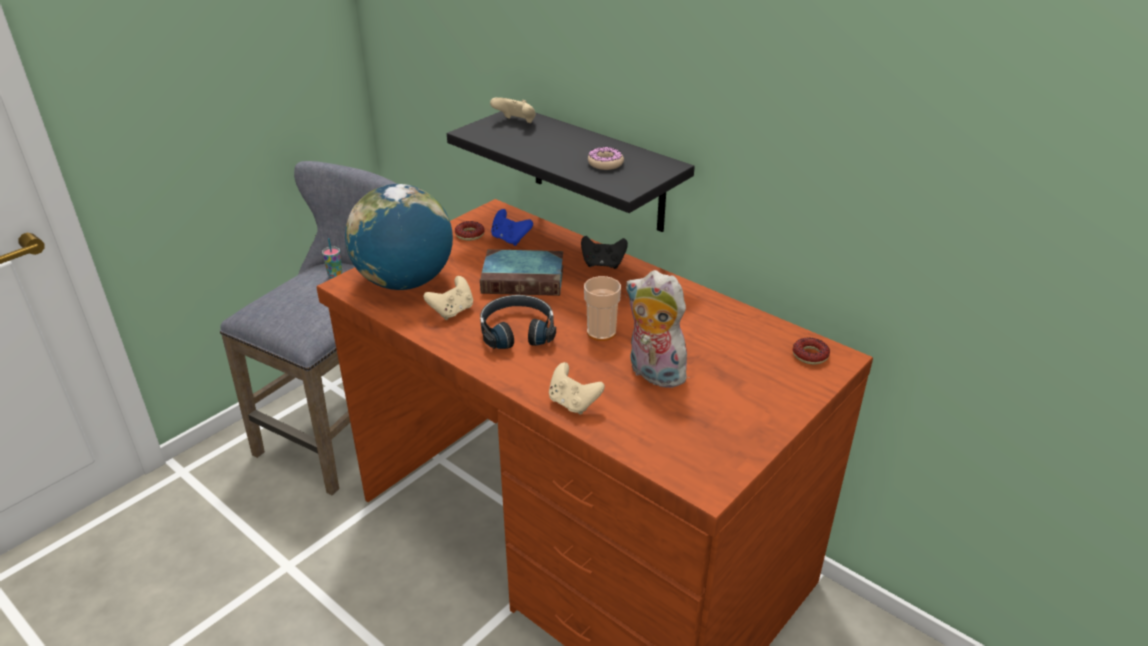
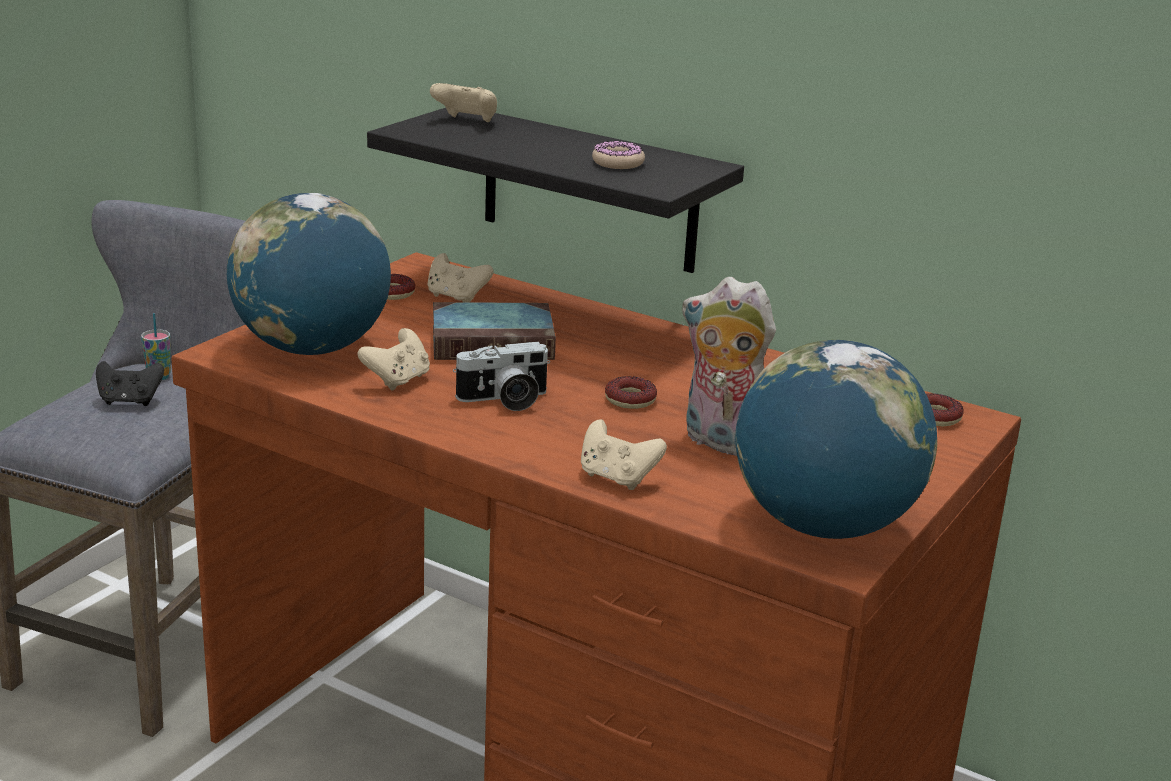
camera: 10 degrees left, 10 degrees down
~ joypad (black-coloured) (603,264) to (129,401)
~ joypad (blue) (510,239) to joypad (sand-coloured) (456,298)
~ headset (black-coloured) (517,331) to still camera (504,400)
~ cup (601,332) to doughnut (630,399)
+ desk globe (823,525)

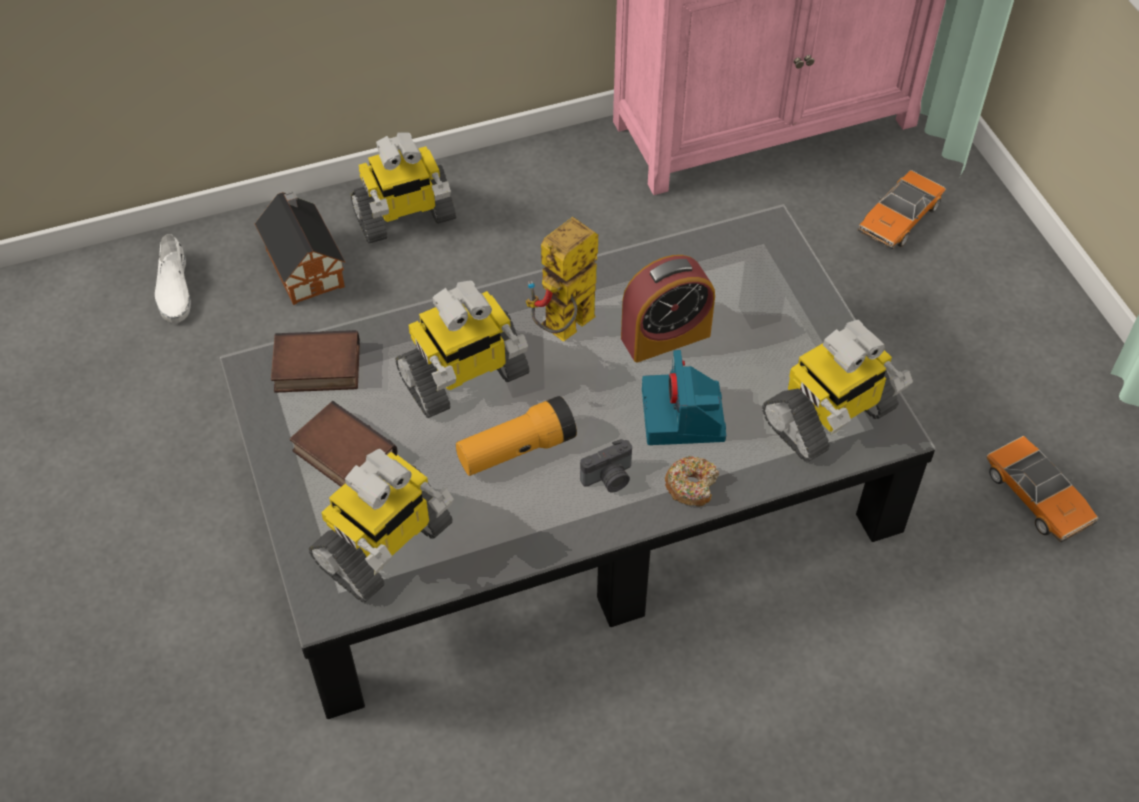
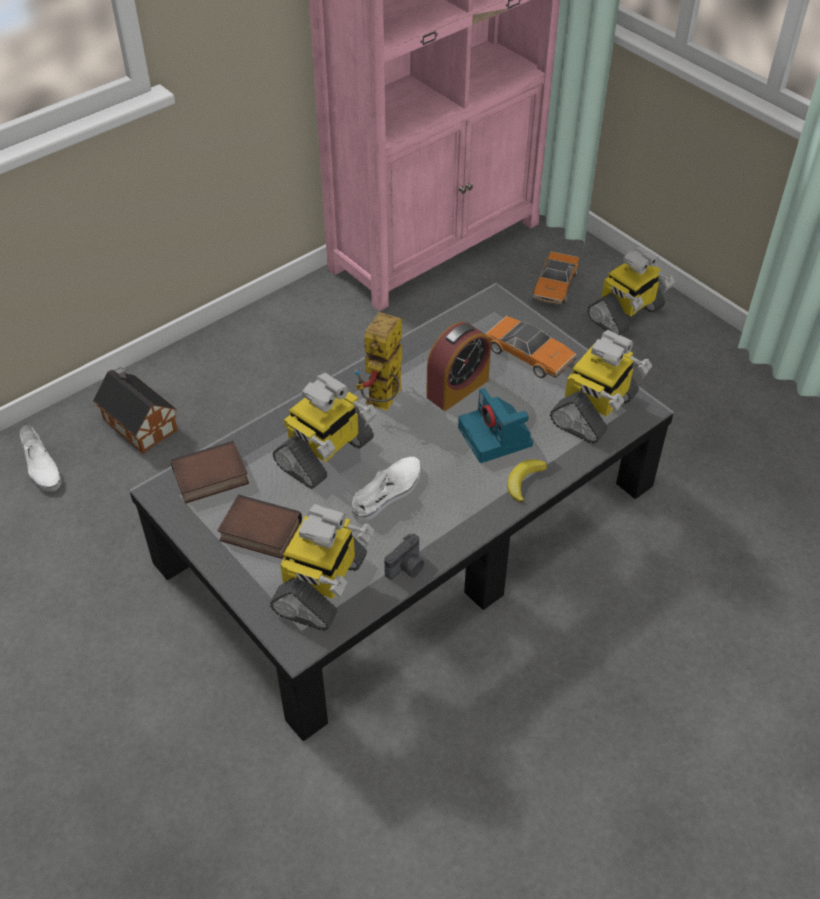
camera: 20 degrees left, 5 degrees down
~ torch (516,450) to item of footwear (white) (388,493)
~ still camera (609,478) to (406,568)
~ toy car (1037,497) to (529,355)
~ doughnut (691,485) to banana (524,481)
~ robot figure (404,217) to (626,314)

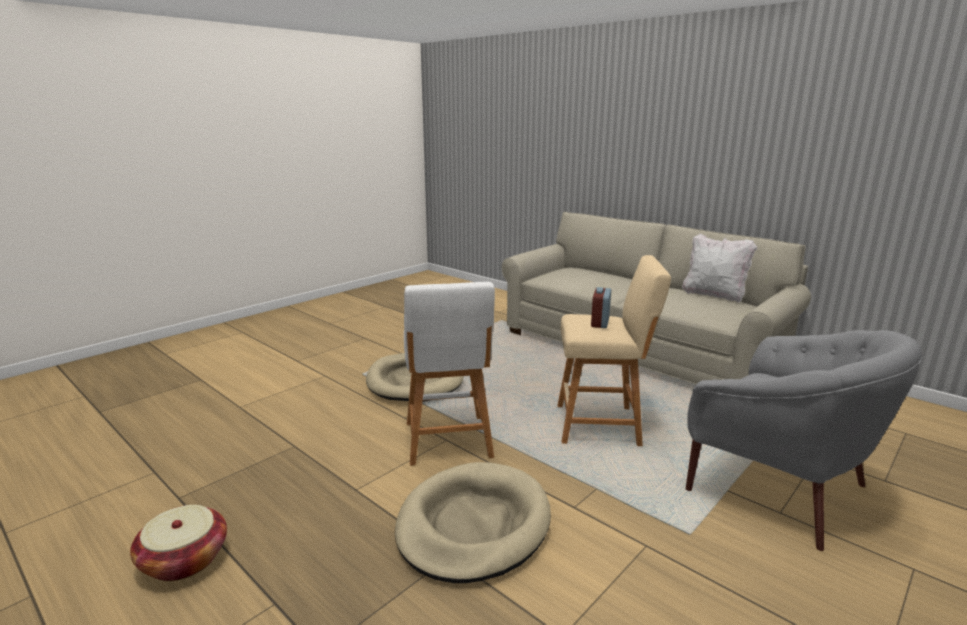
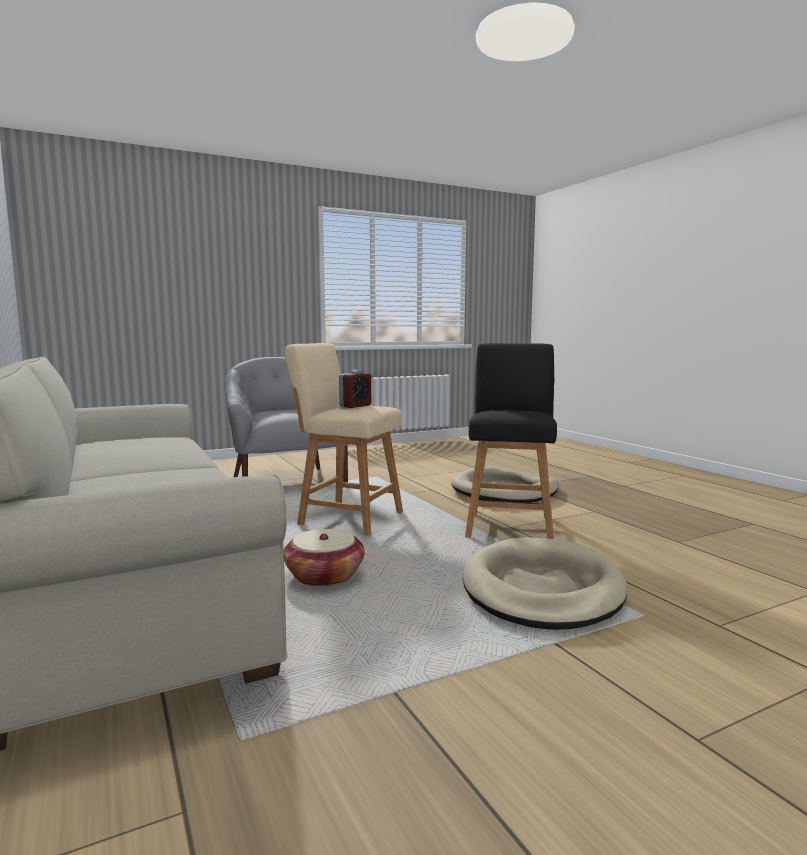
camera: 160 degrees left, 10 degrees down
~ basket (184,560) to (324,576)
~ stool (white) (448,442) to stool (black-coloured) (509,525)
- pillow (white) (714,295)

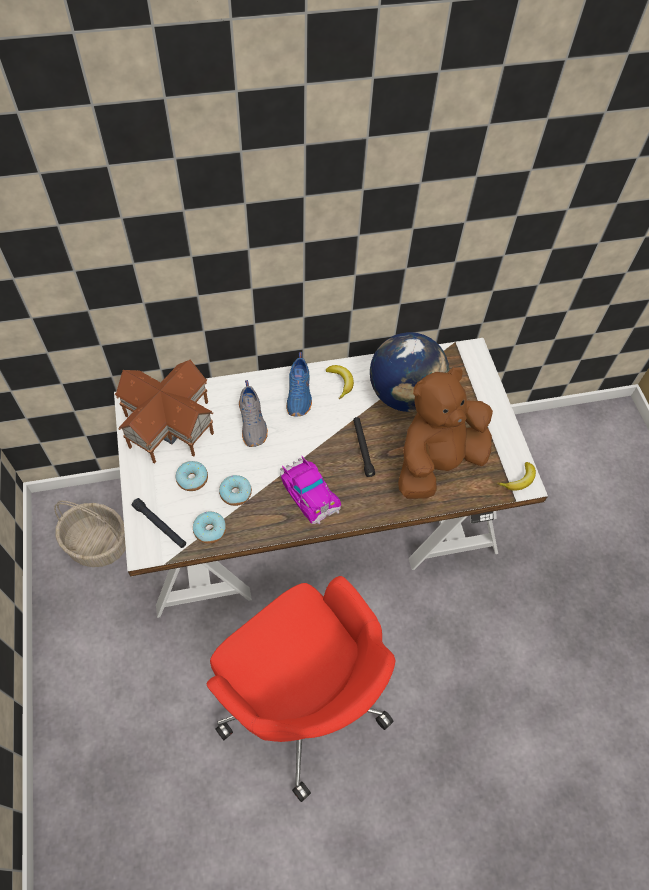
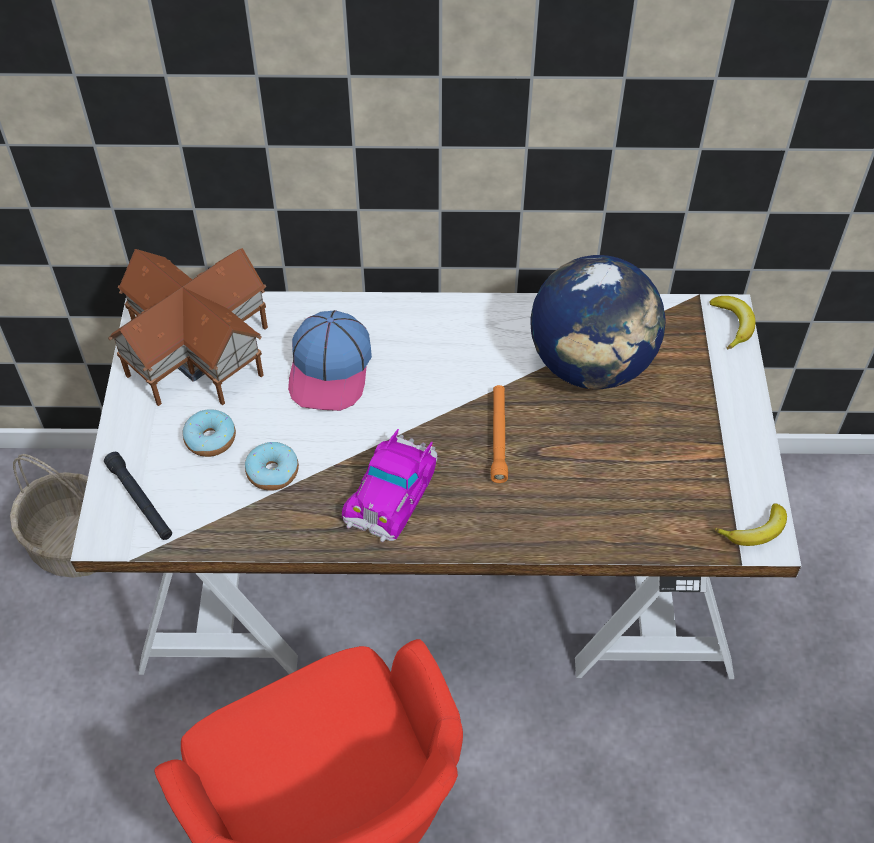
camera: 15 degrees right, 5 degrees down
~ item of footwear (greyish) (253,423) to cap (330,369)
~ toy car (309,492) = (392,490) 45 degrees clockwise
~ torch (black-coloured) (362,448) to torch (orangey) (498,437)
~ banana (340,382) to (732,324)
- doughnut (210,530)
- item of footwear (blue) (300,394)
- soft toy (brown-coloured) (436,462)

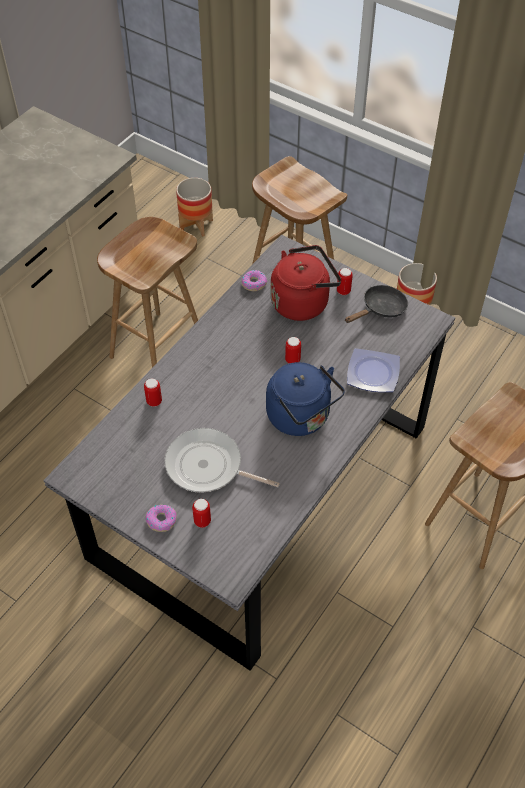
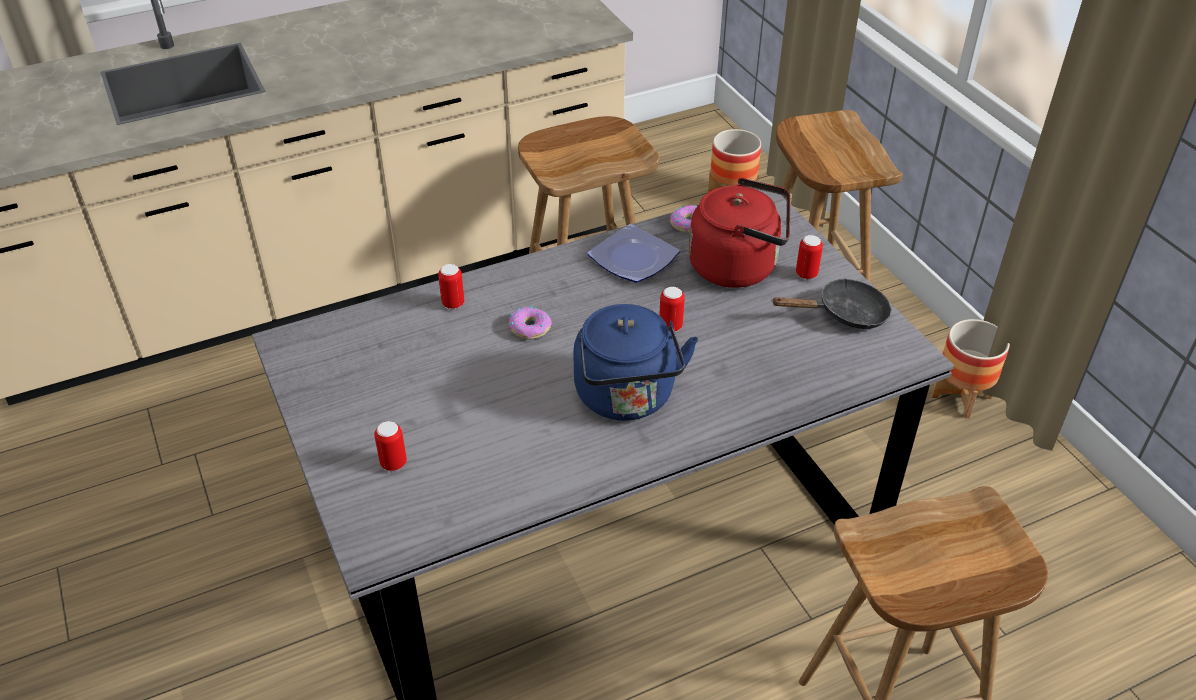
camera: 30 degrees right, 10 degrees down
~ doughnut (161,520) to (530,328)
~ dinner plate (374,373) to (635,259)
- pan (208,467)

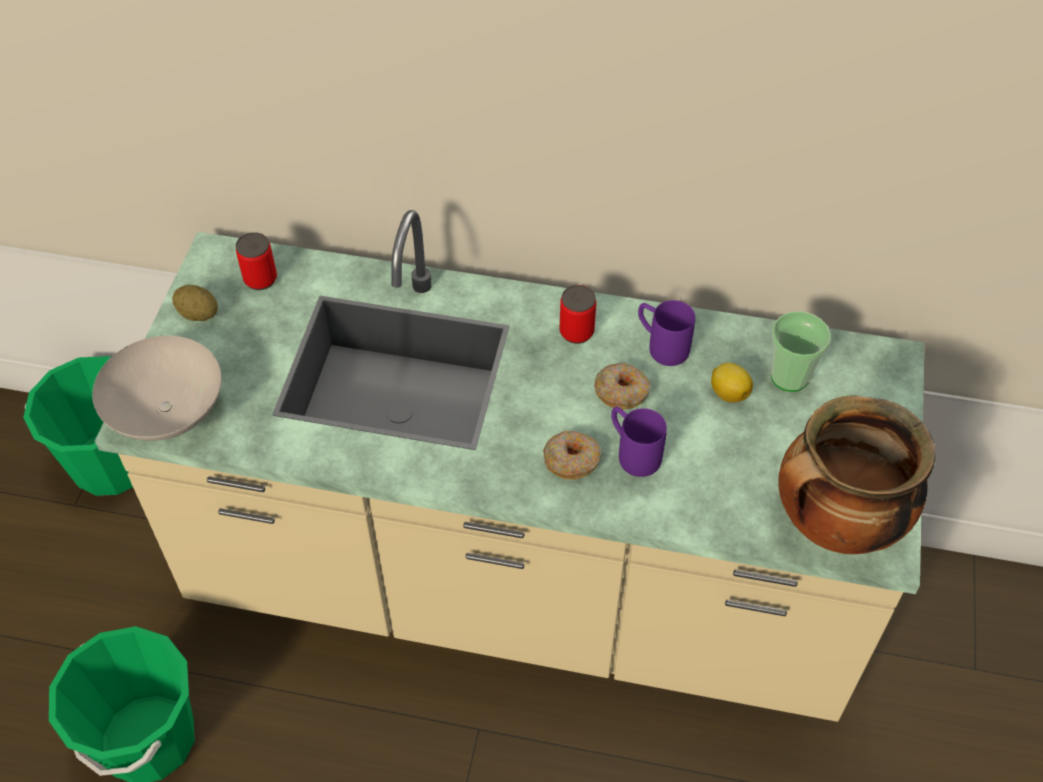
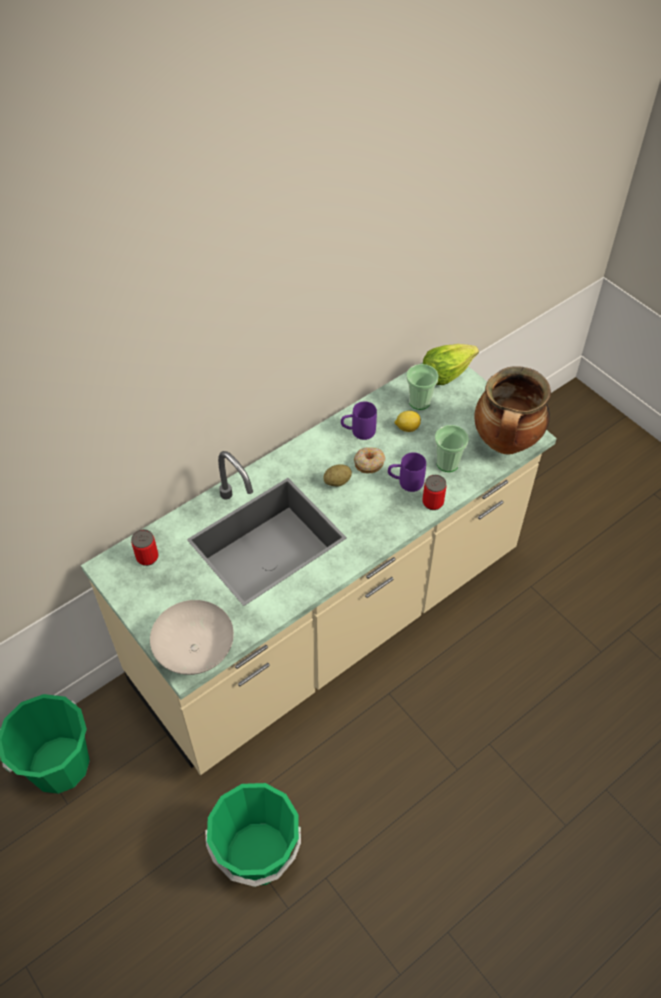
camera: 50 degrees left, 0 degrees up
~ whole potato (198,314) to (337,482)
~ sealed can (576,331) to (432,502)
+ lettuce head (446,372)
+ cup (447,463)
- doughnut (572,460)

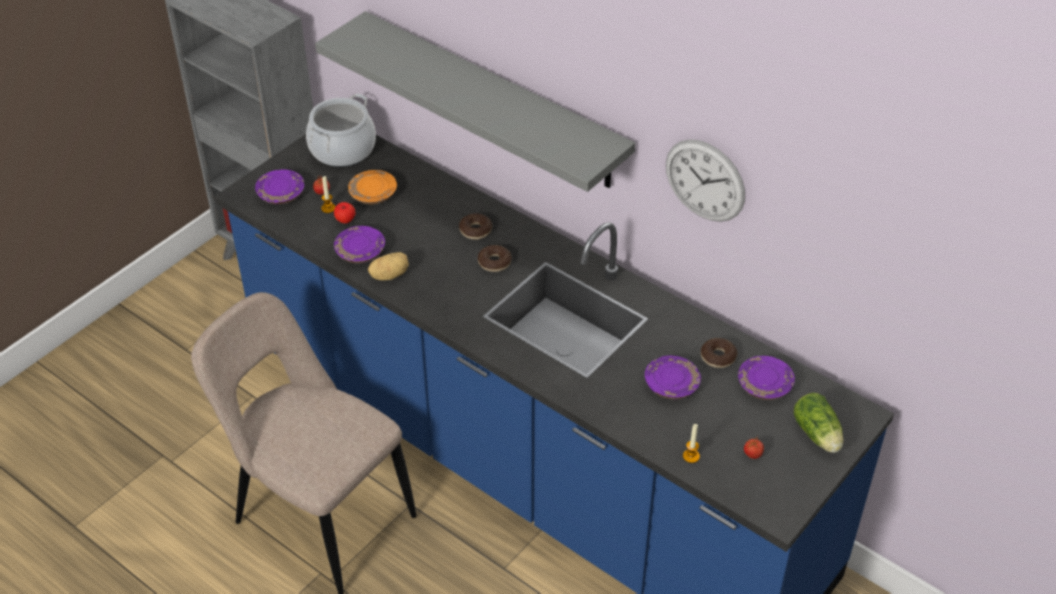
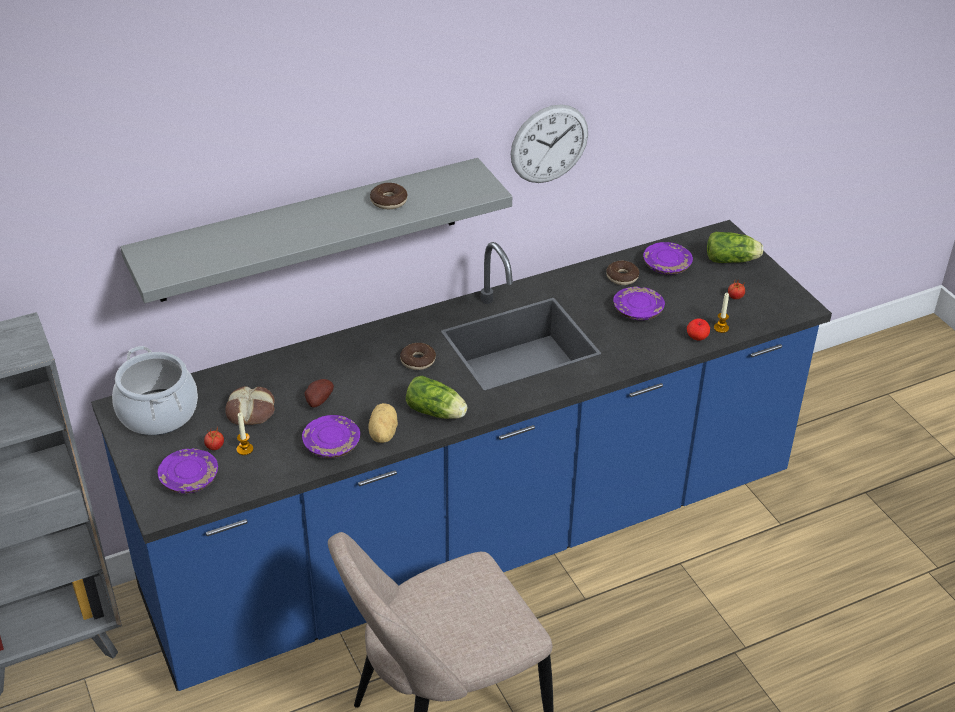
camera: 65 degrees left, 5 degrees down
~ dinner plate (orangey) (373,194) to bakery bread (251,411)
+ whole potato (318,401)
~ doughnut (475,230) to (389,201)
+ lettuce head (437,412)
~ apple fruit (345,220) to (697,338)

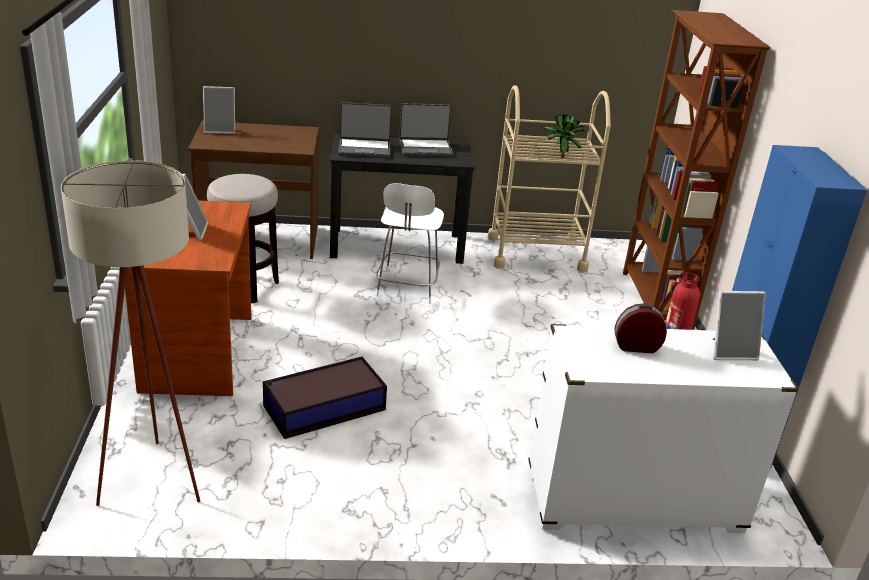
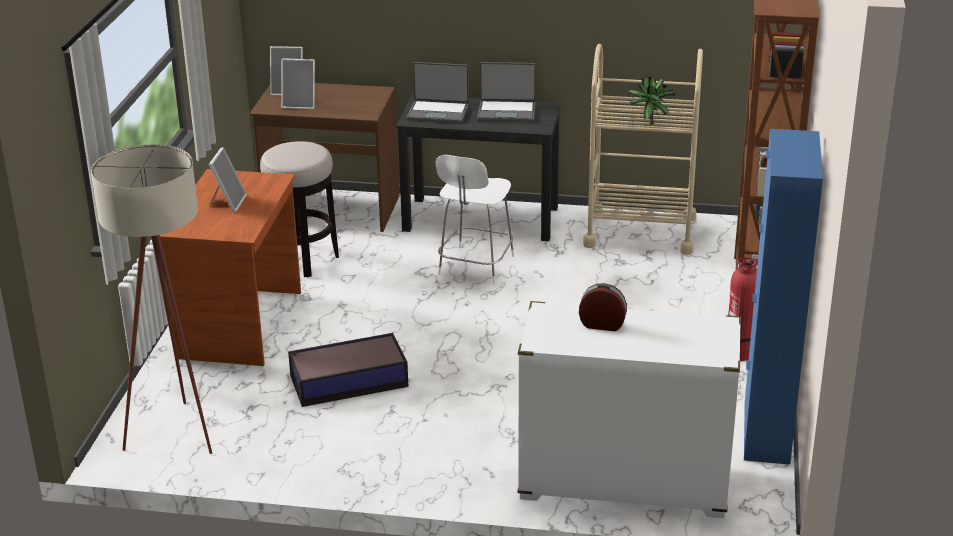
camera: 15 degrees right, 0 degrees up
~ standing frame (730,351) to (300,104)

